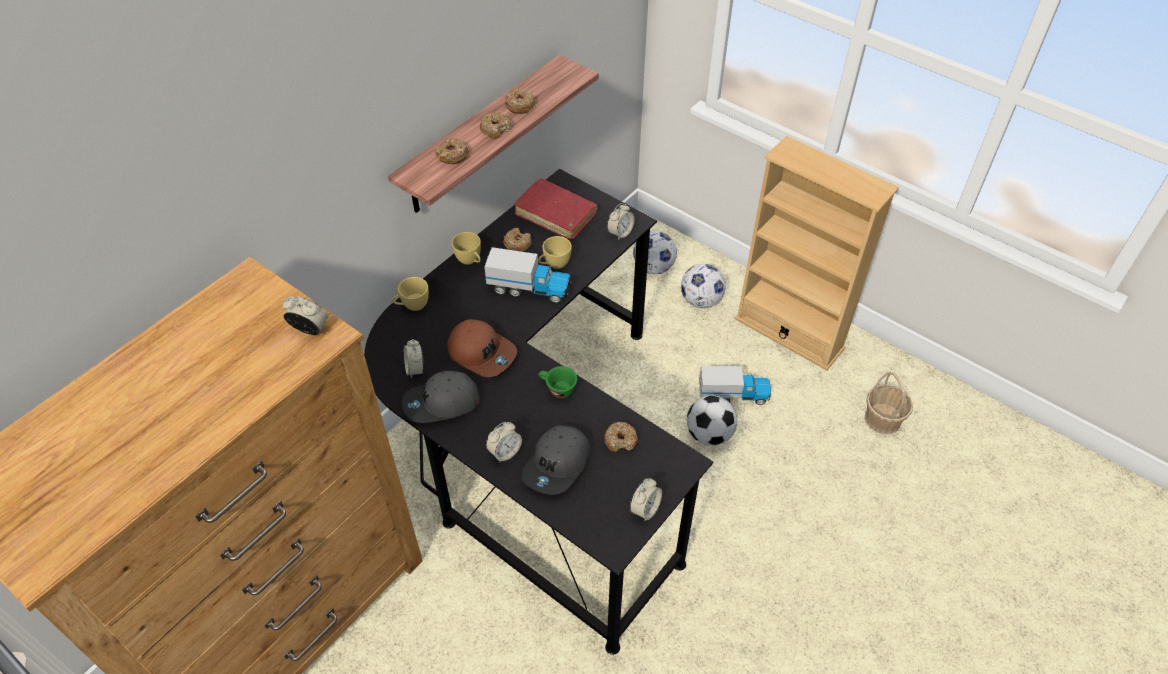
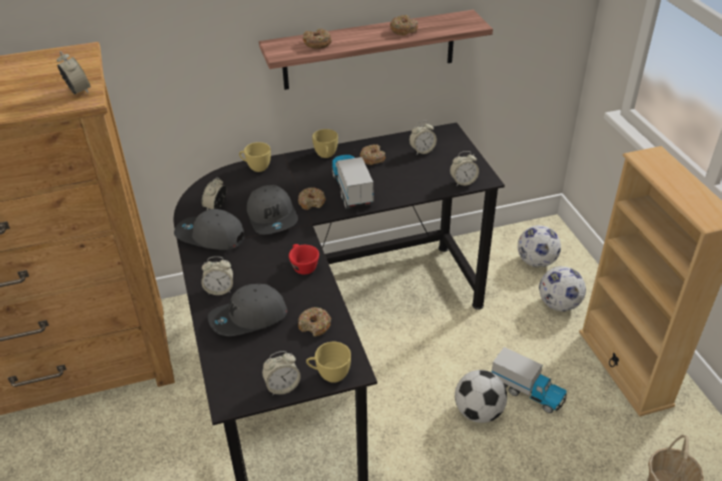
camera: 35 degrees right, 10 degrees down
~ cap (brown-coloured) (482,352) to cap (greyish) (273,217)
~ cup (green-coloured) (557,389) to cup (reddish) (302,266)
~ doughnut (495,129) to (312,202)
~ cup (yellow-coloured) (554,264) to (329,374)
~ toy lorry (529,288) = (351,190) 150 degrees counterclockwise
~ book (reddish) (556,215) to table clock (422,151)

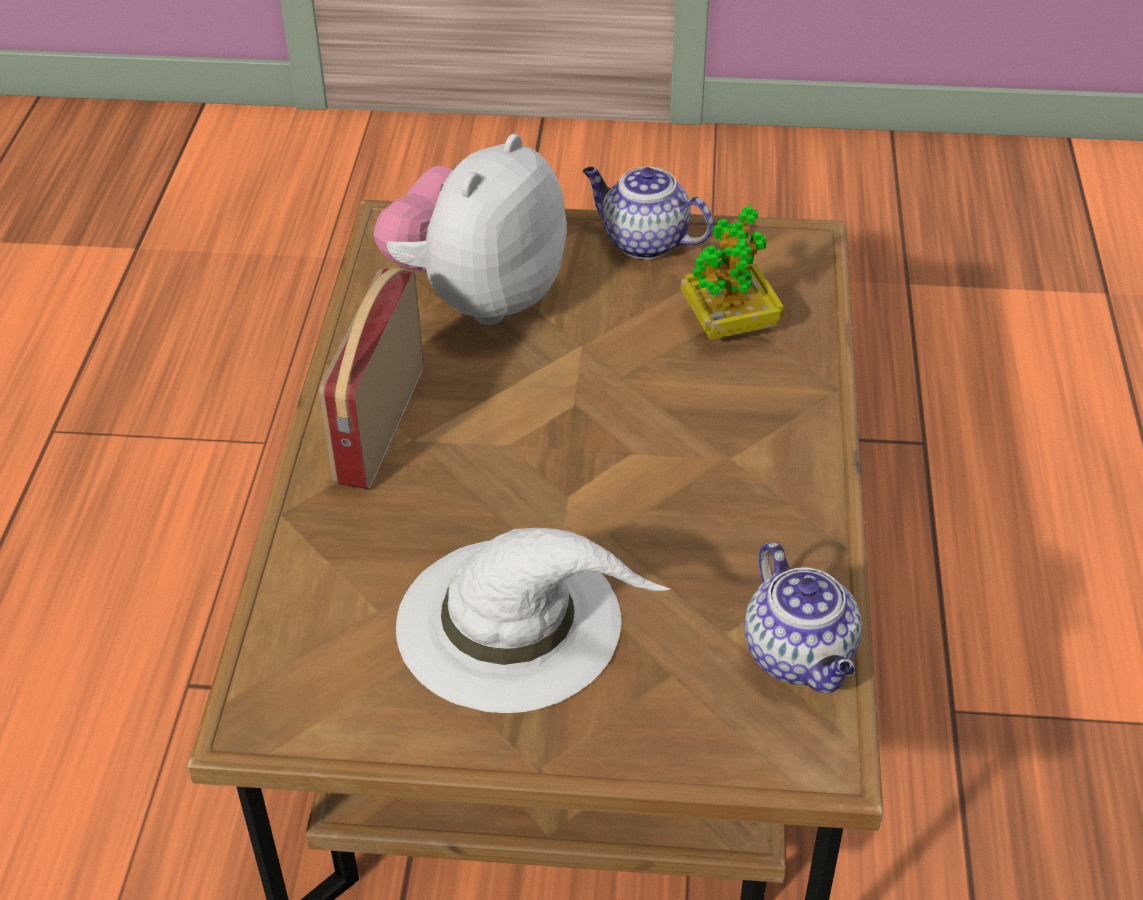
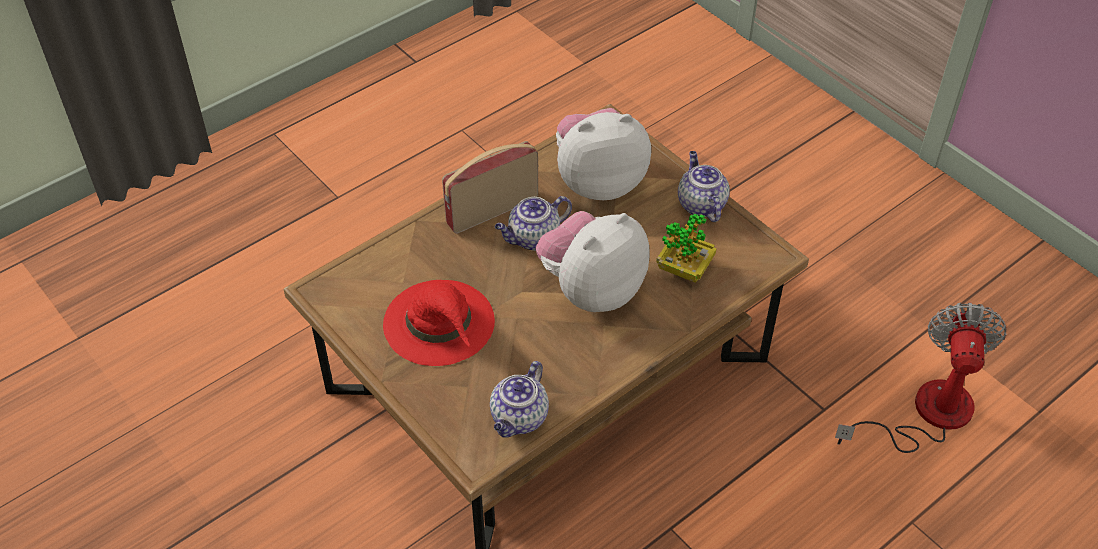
camera: 45 degrees right, 5 degrees up
~ clothing hat (white) (513,622) to clothing hat (reddish) (440,323)
+ tea pot (533,239)
+ soft toy (592,290)
+ fan (925,414)

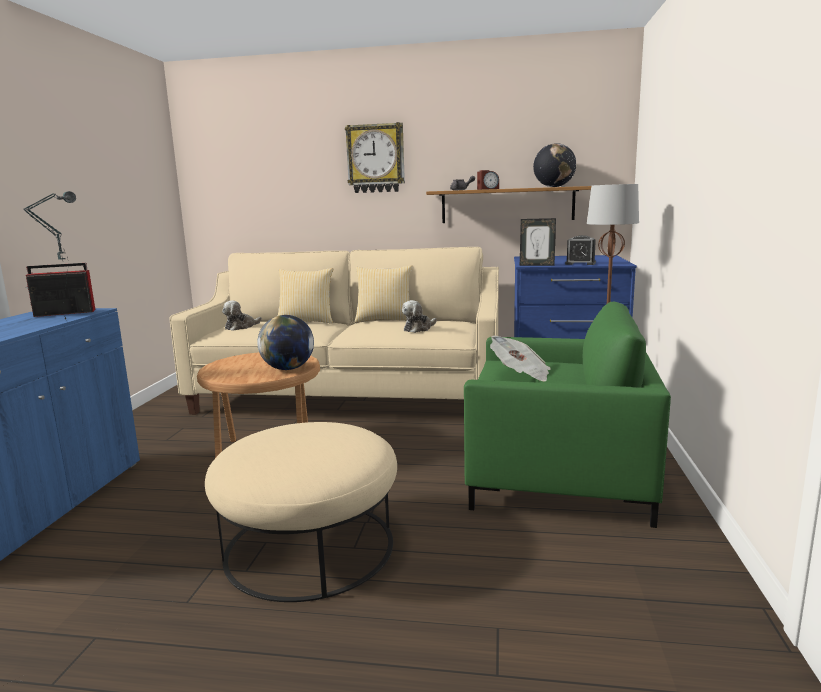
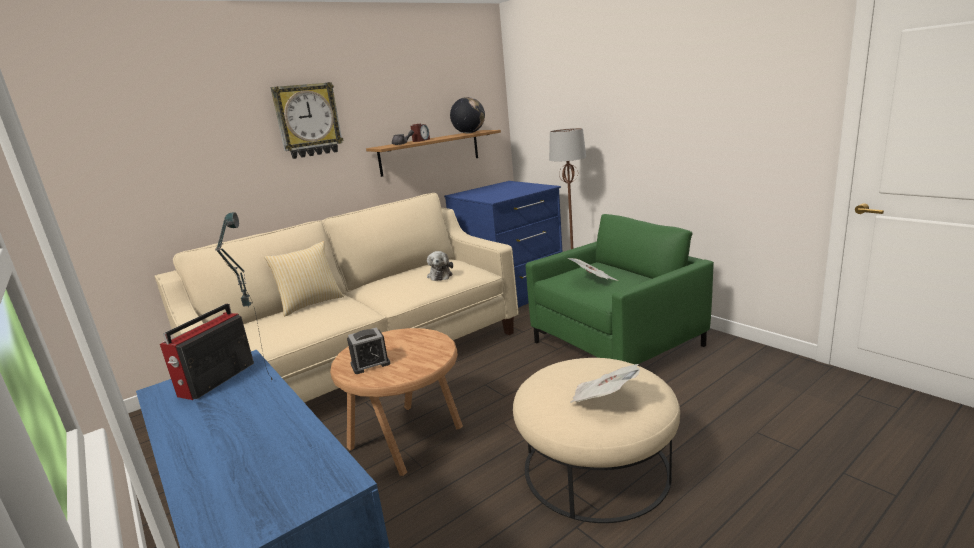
camera: 45 degrees left, 5 degrees up
~ table clock (580,263) to (370,364)
+ daily paper (603,400)
- soft toy (241,327)
- desk globe (288,368)
- pillow (385,320)
- standing frame (537,265)

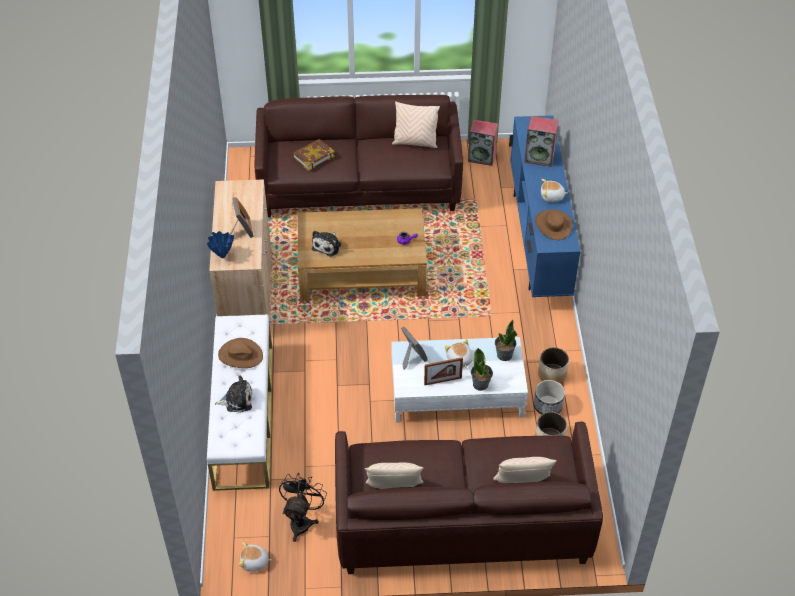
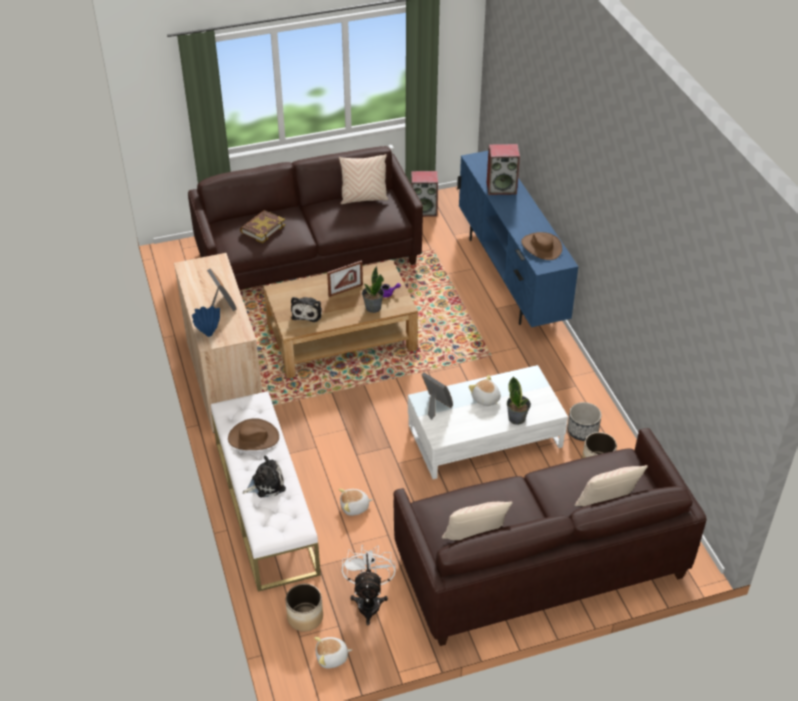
camera: 15 degrees left, 5 degrees down
~ planter (552,374) to (305,617)
~ standing frame (443,381) to (345,290)
~ soft toy (552,197) to (355,507)
~ fan (black-coloured) (302,520) to fan (white) (369,601)
~ houseplant (504,355) to (373,307)

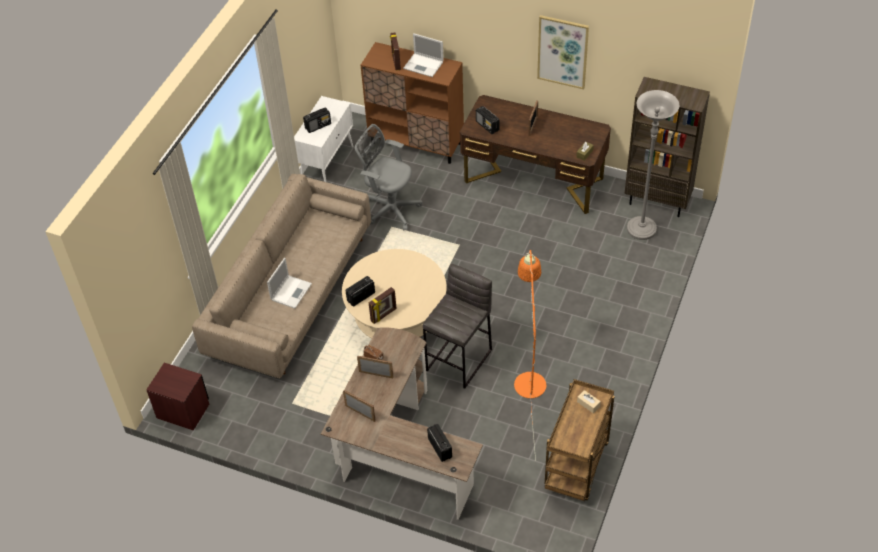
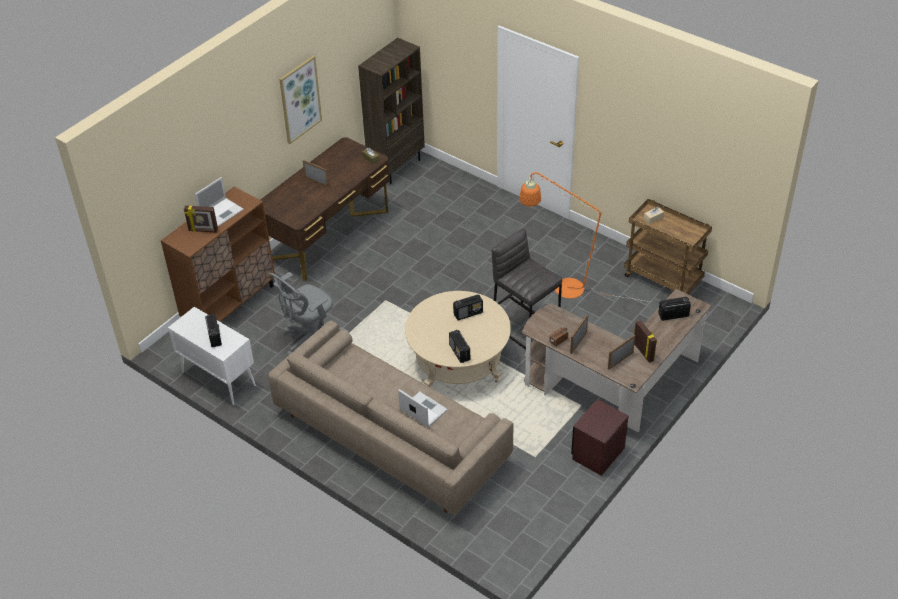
camera: 75 degrees left, 5 degrees down
~ radio receiver (487,126) to (468,313)
~ bedside table (brown-coloured) (183,410) to (598,453)
~ standing frame (384,315) to (643,352)
- floor lamp (greyish) (641,229)

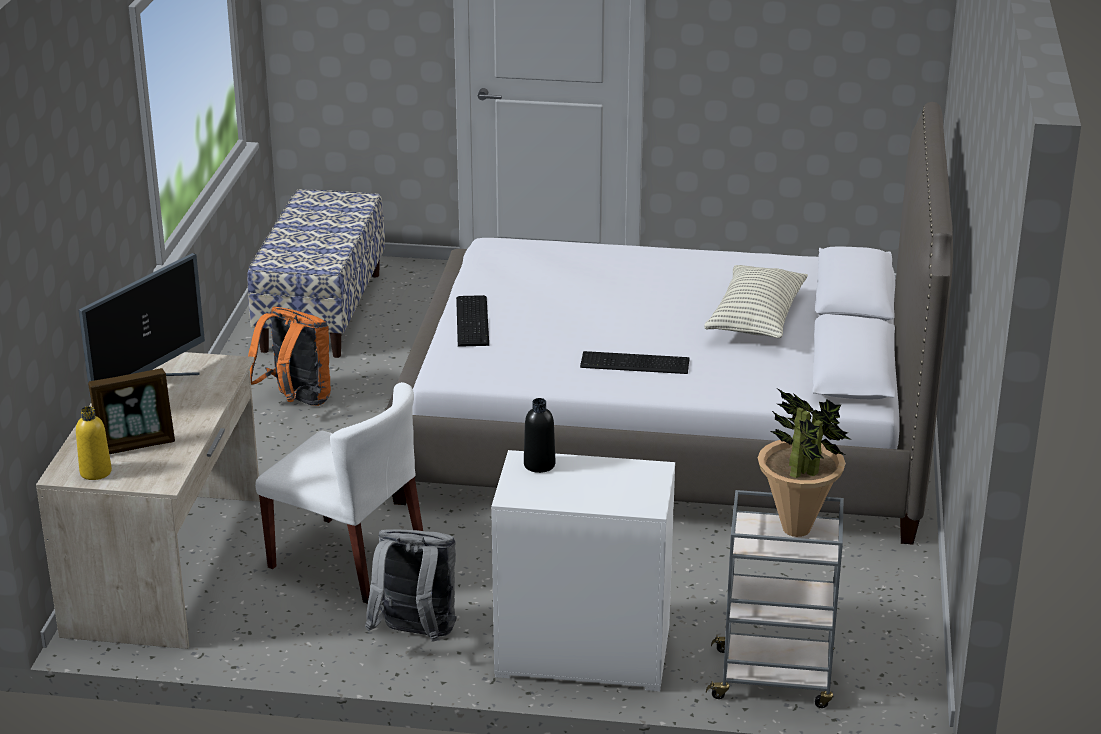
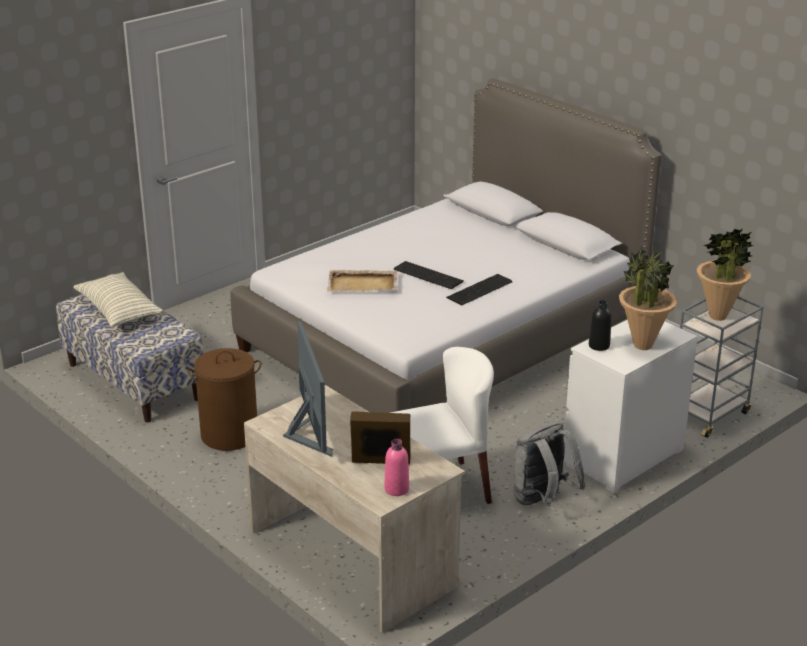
camera: 50 degrees left, 0 degrees up
~ pillow (756,319) to (119,311)
~ backpack (orangey) (295,401) to hamper (brown-coloured) (229,435)
+ serving tray (sand-coloured) (363,284)
~ standing frame (136,444) = (380,463) 105 degrees counterclockwise
~ beverage bottle (yellow-coloured) (95,472) to beverage bottle (pinkish) (396,489)
~ keyboard (474,320) to (428,274)
+ houseplant (642,345)

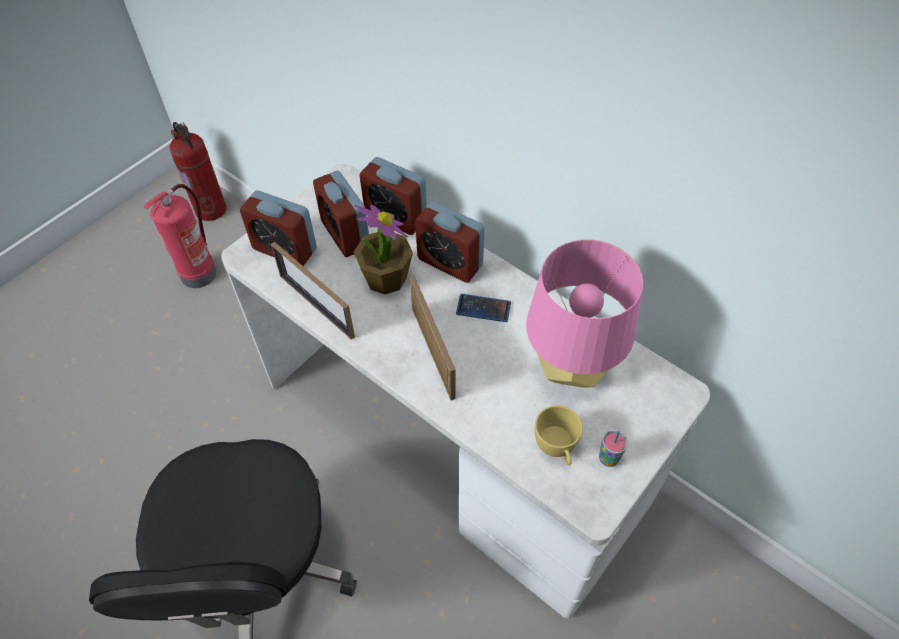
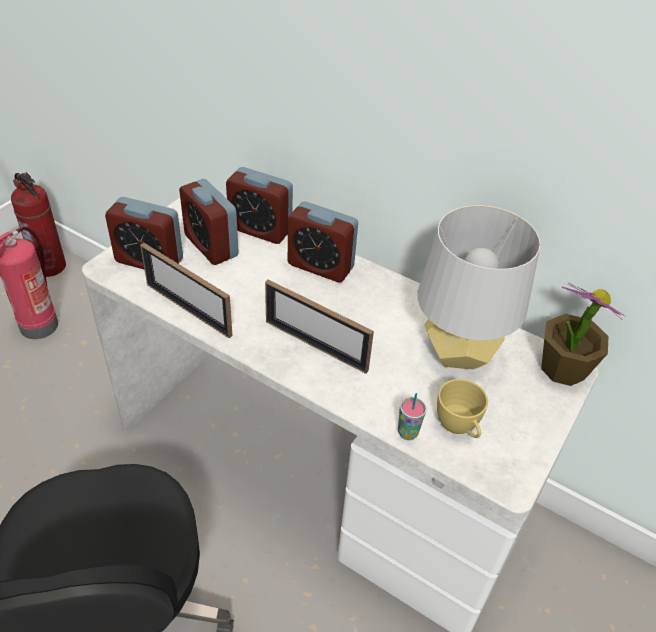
camera: 10 degrees left, 10 degrees down
~ standing frame (432,352) = (315,345) 150 degrees clockwise
~ cup (608,459) to (407,433)
~ table lamp (pinkish) (570,369) to table lamp (greyish) (458,353)
~ houseplant (385,278) to (562,368)
- phone (483,308)

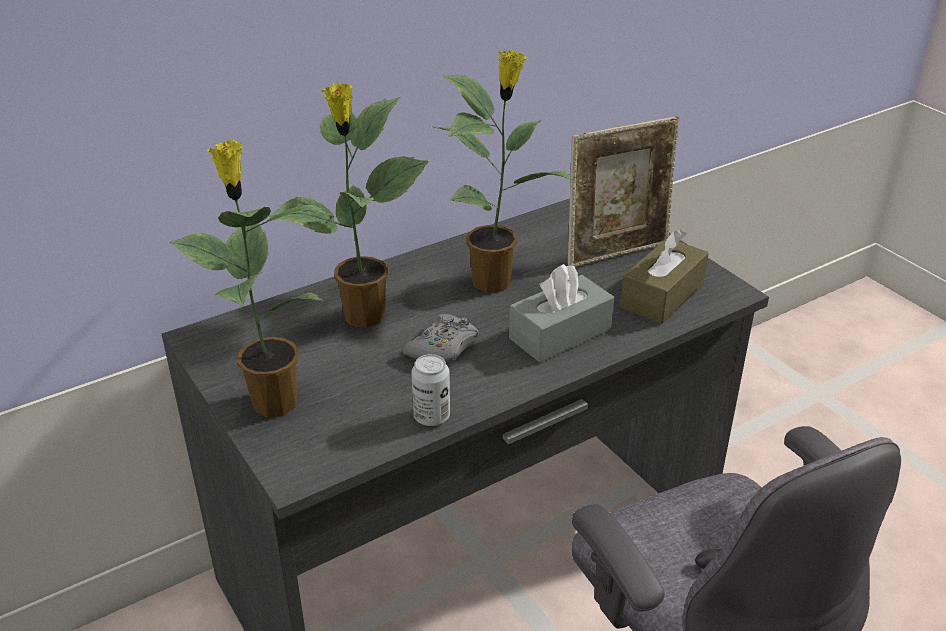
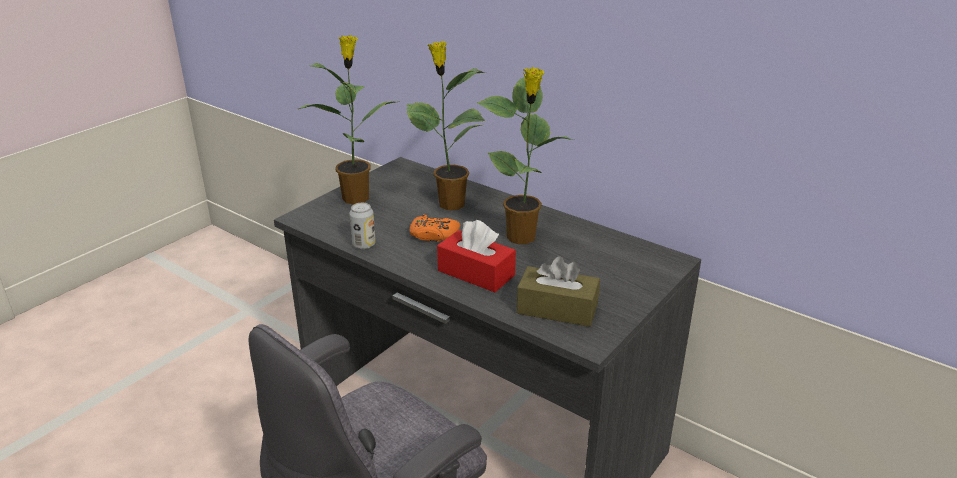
camera: 70 degrees right, 5 degrees down
~ joypad (greyish) (443,348) to joypad (orangey) (433,235)
~ tissue box (greyish) (560,334) to tissue box (reddish) (476,273)
- standing frame (617,252)

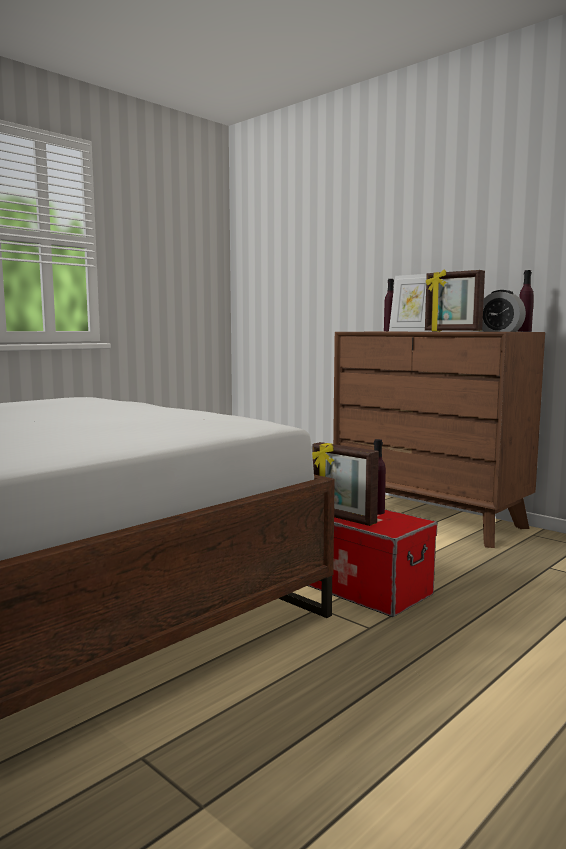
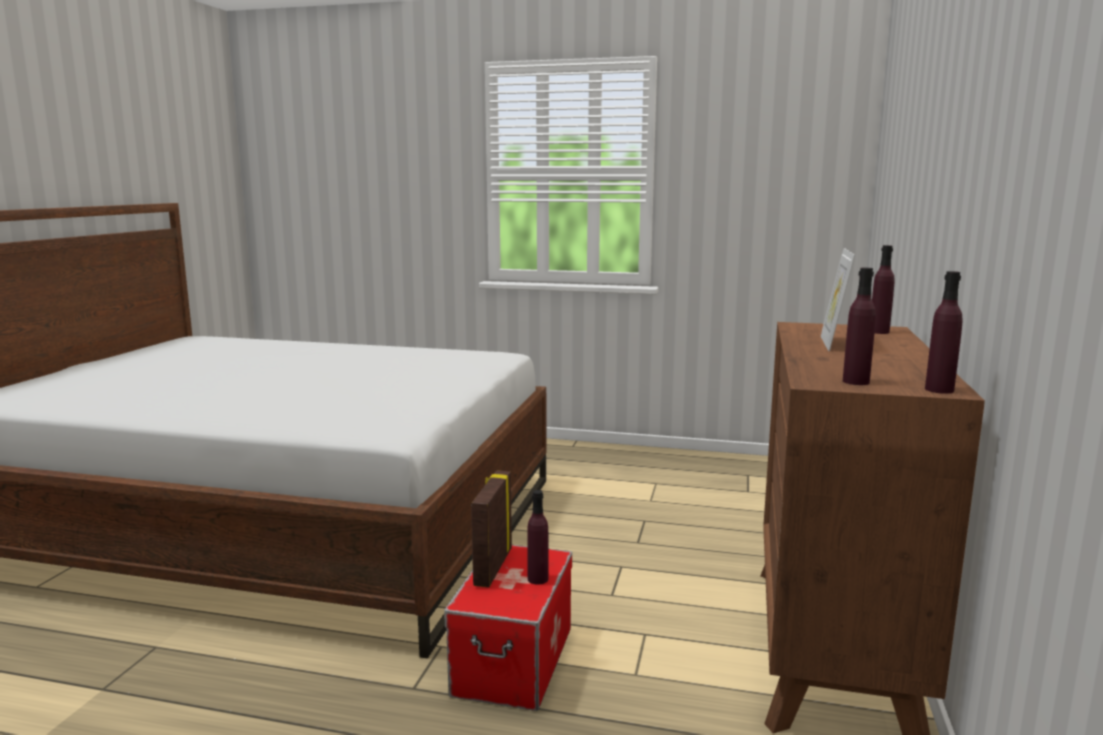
camera: 60 degrees right, 5 degrees up
~ table clock (500,331) to beverage bottle (purplish) (856,381)
- standing frame (452,331)

